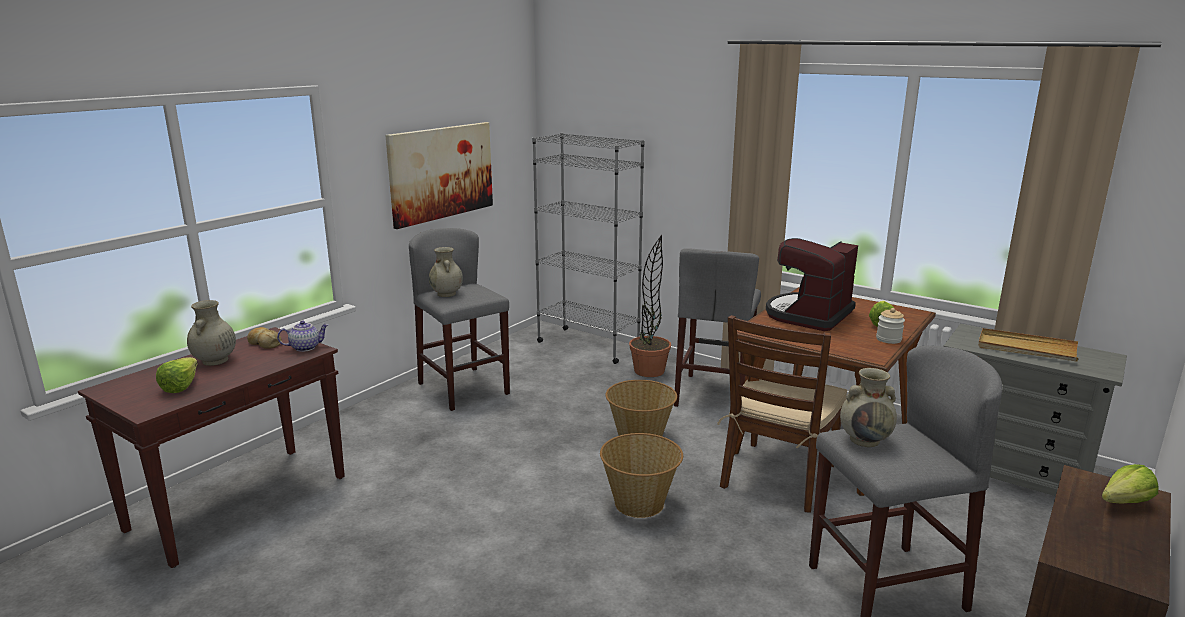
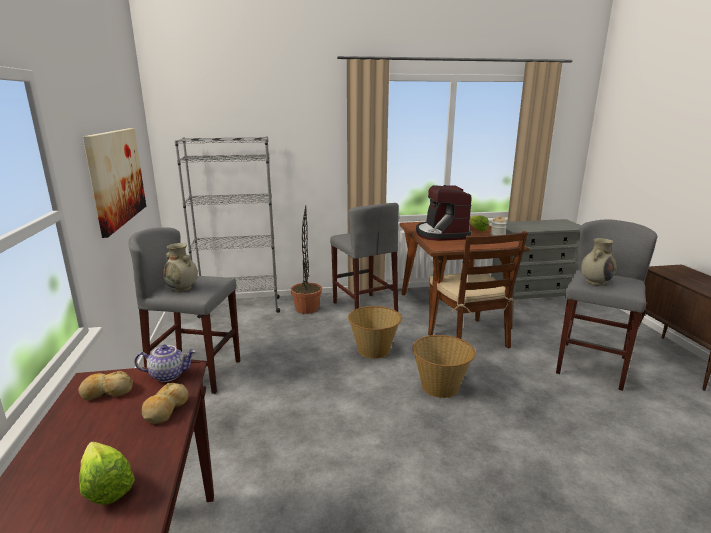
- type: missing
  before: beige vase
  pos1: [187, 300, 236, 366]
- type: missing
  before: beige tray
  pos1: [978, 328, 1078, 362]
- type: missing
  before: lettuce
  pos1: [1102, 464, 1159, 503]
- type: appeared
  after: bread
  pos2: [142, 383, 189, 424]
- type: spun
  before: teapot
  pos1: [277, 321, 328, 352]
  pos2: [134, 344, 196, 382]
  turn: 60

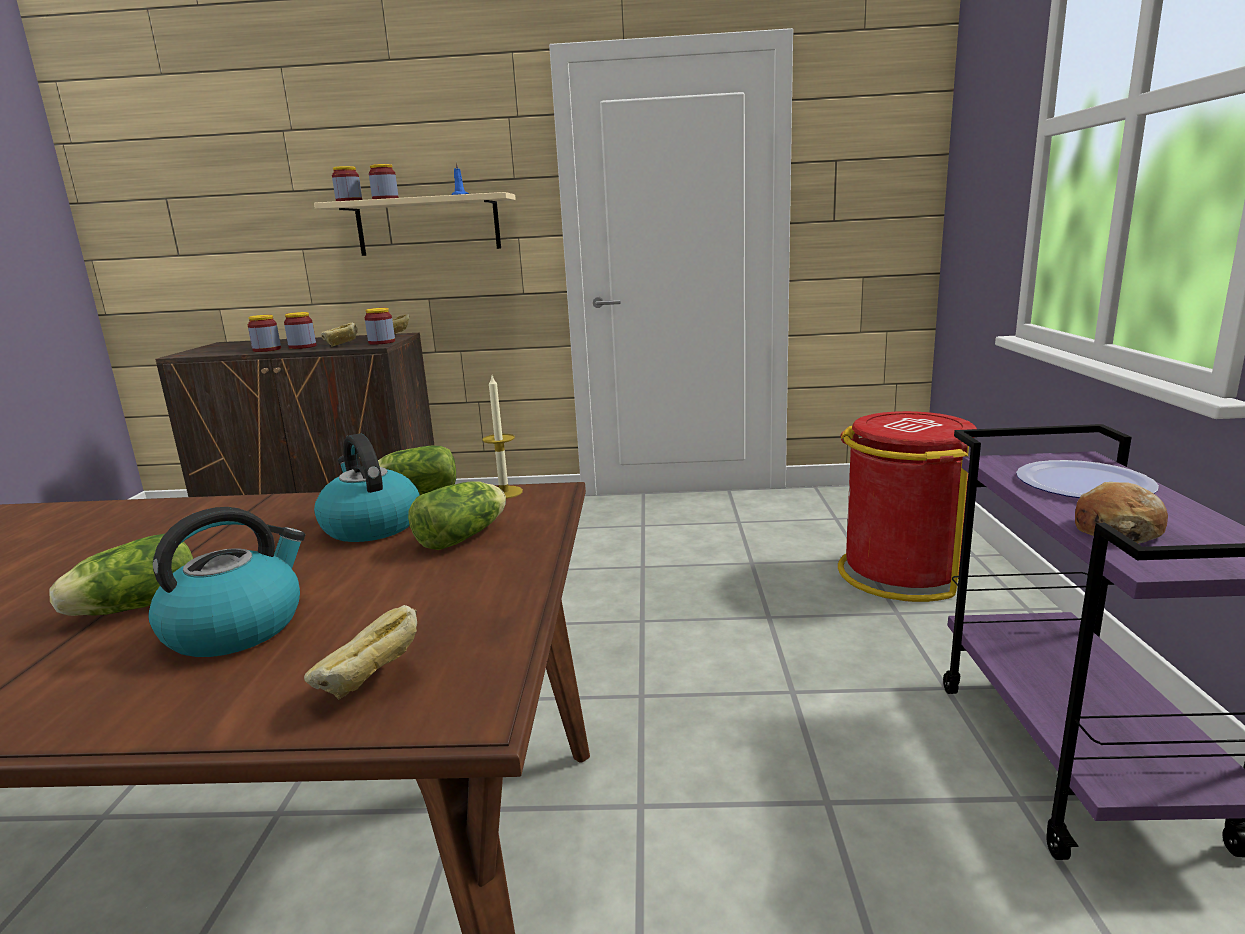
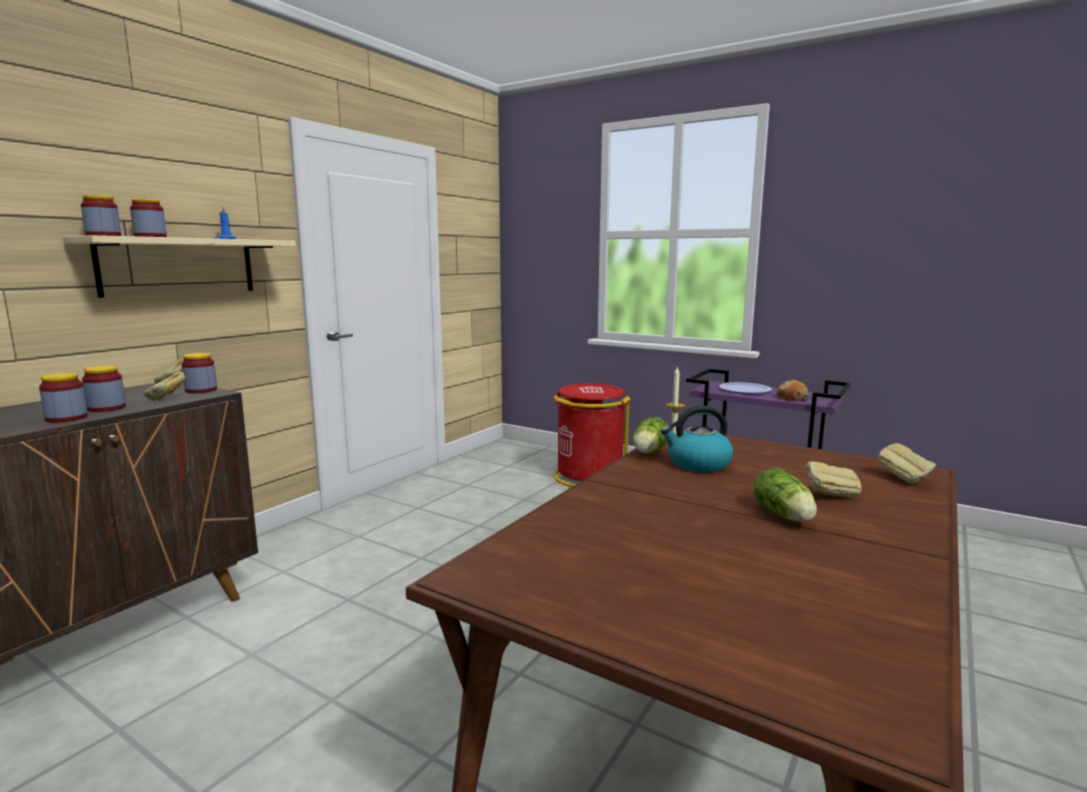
- type: missing
  before: lettuce
  pos1: [408, 481, 506, 550]
- type: exchanged
  before: kettle
  after: bread
  pos1: [148, 507, 305, 657]
  pos2: [806, 461, 862, 498]

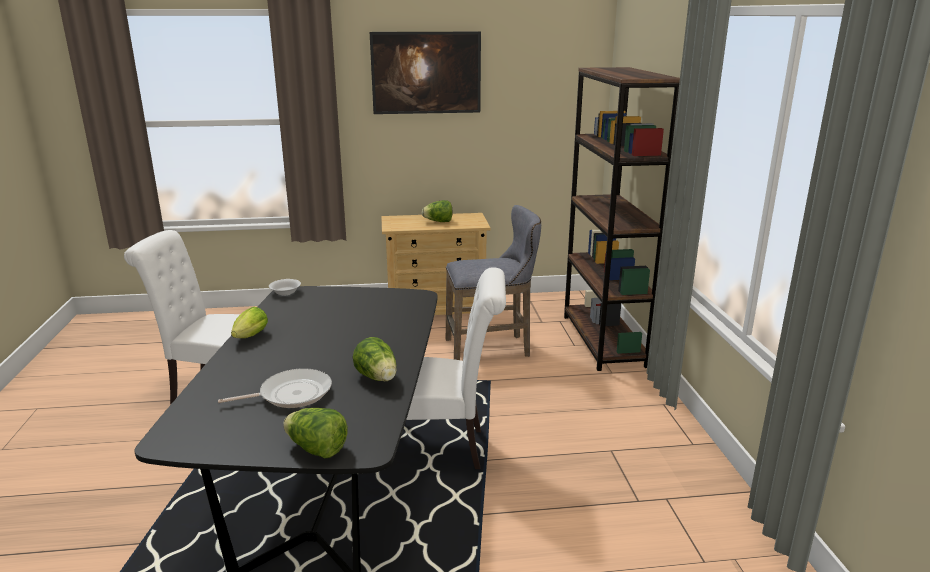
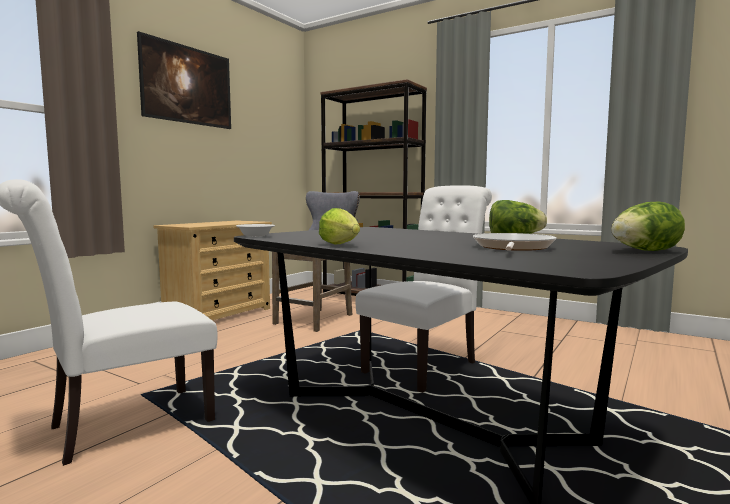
- type: missing
  before: lettuce
  pos1: [422, 200, 452, 222]

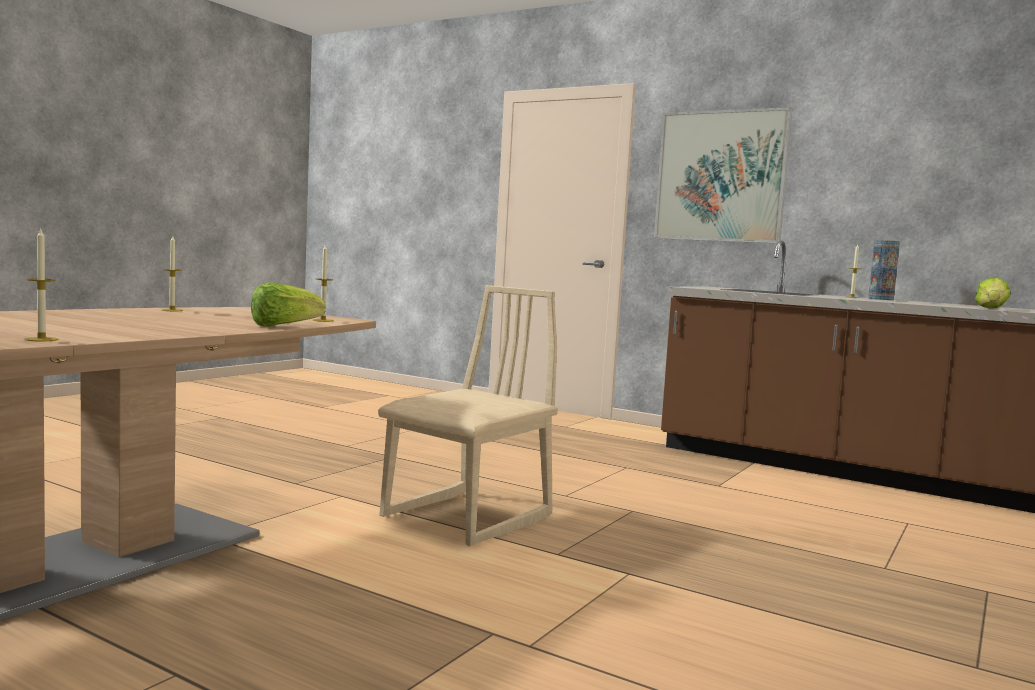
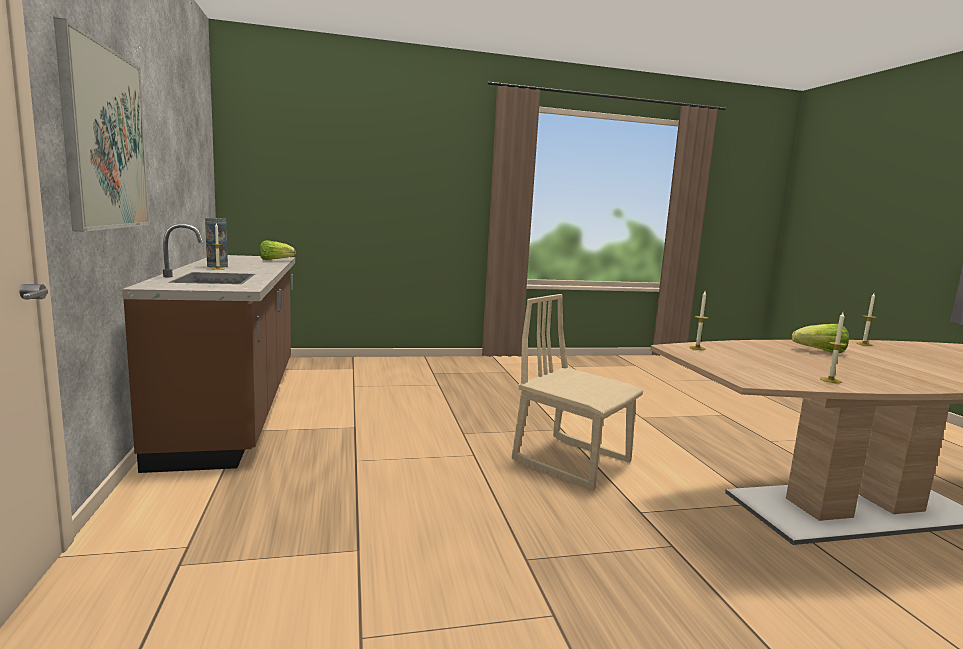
- type: relocated
  before: lettuce
  pos1: [251, 282, 326, 327]
  pos2: [792, 324, 849, 353]
- type: spun
  before: beige chair
  pos1: [378, 285, 558, 546]
  pos2: [512, 294, 643, 490]
  turn: 45

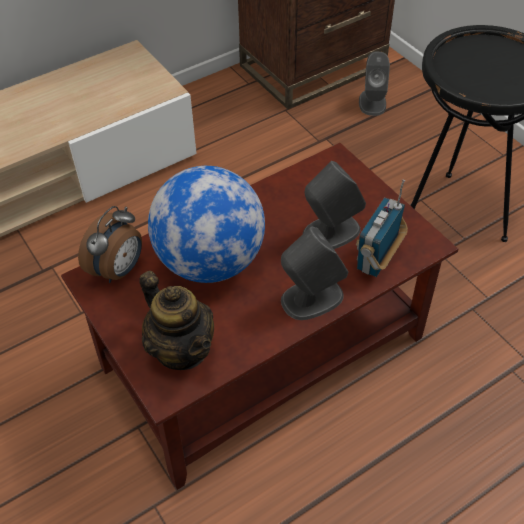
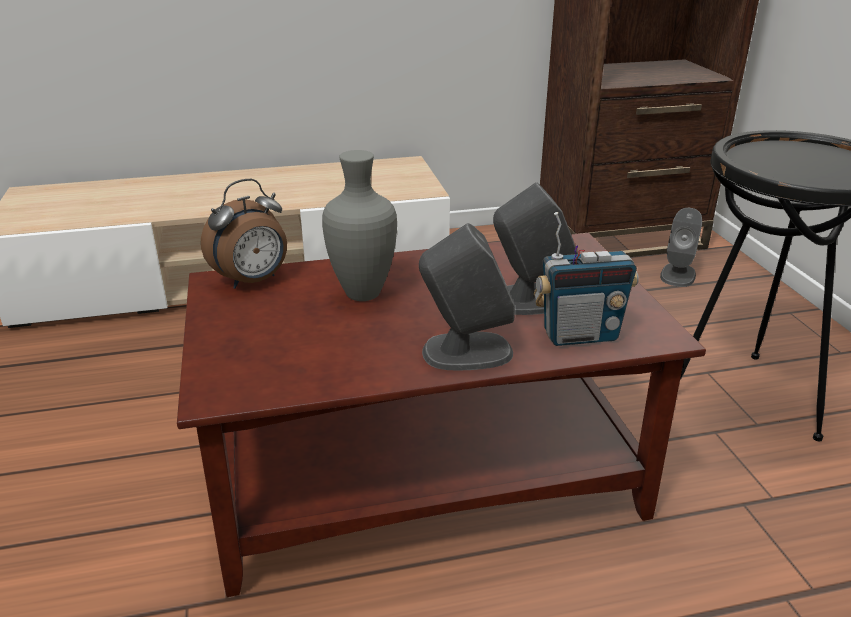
- type: missing
  before: teapot
  pos1: [140, 271, 214, 370]
- type: exchanged
  before: globe
  after: grey vase
  pos1: [148, 166, 265, 283]
  pos2: [322, 150, 397, 301]
- type: spun
  before: radio
  pos1: [356, 180, 408, 277]
  pos2: [534, 212, 639, 346]
  turn: -150

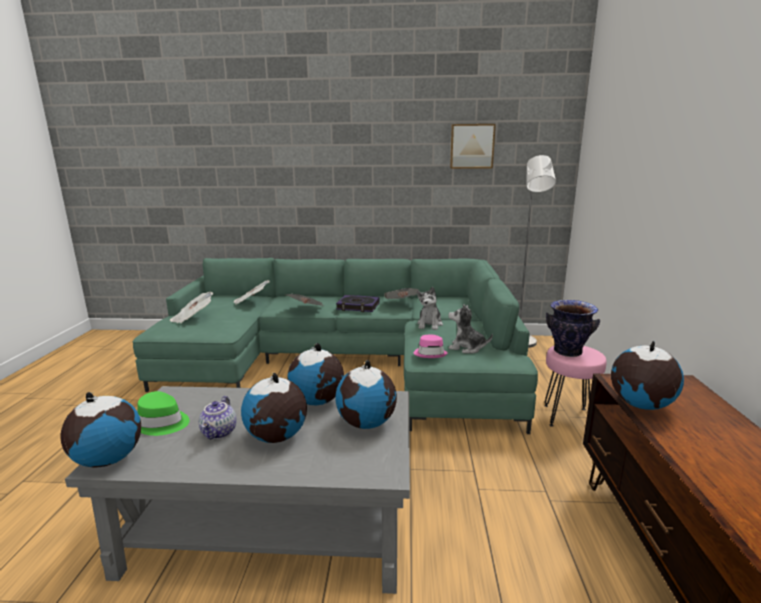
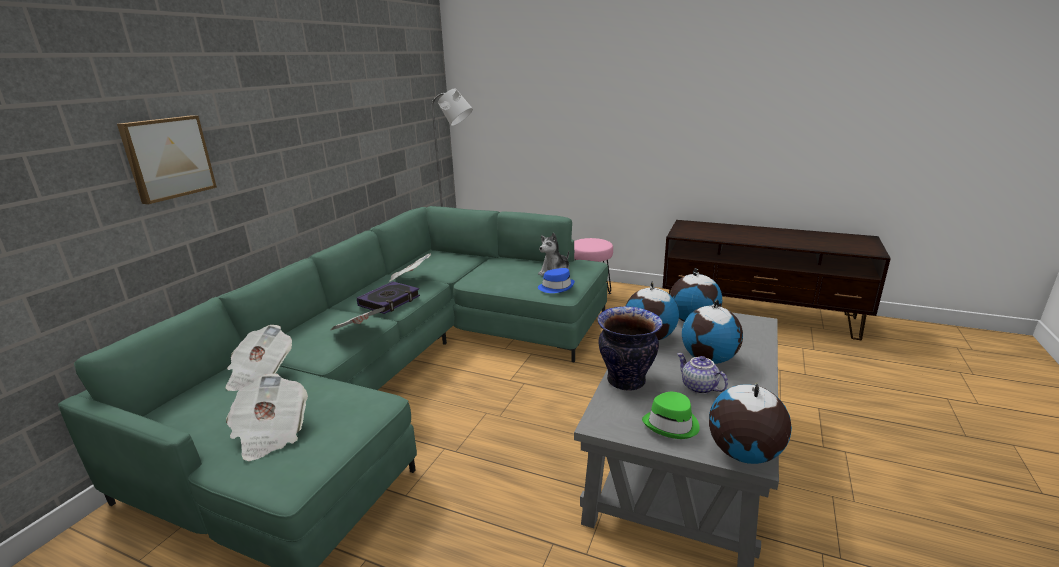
- type: missing
  before: plush toy
  pos1: [417, 287, 443, 330]
- type: missing
  before: globe
  pos1: [611, 341, 684, 410]
- type: relocated
  before: picture
  pos1: [450, 124, 496, 169]
  pos2: [117, 115, 217, 204]
- type: relocated
  before: vase
  pos1: [546, 300, 600, 357]
  pos2: [597, 306, 663, 390]
- type: colour
  before: pink hat
  after: blue hat
  pos1: [414, 335, 448, 358]
  pos2: [538, 268, 575, 293]
- type: spun
  before: teapot
  pos1: [199, 396, 237, 440]
  pos2: [677, 353, 728, 394]
  turn: -150

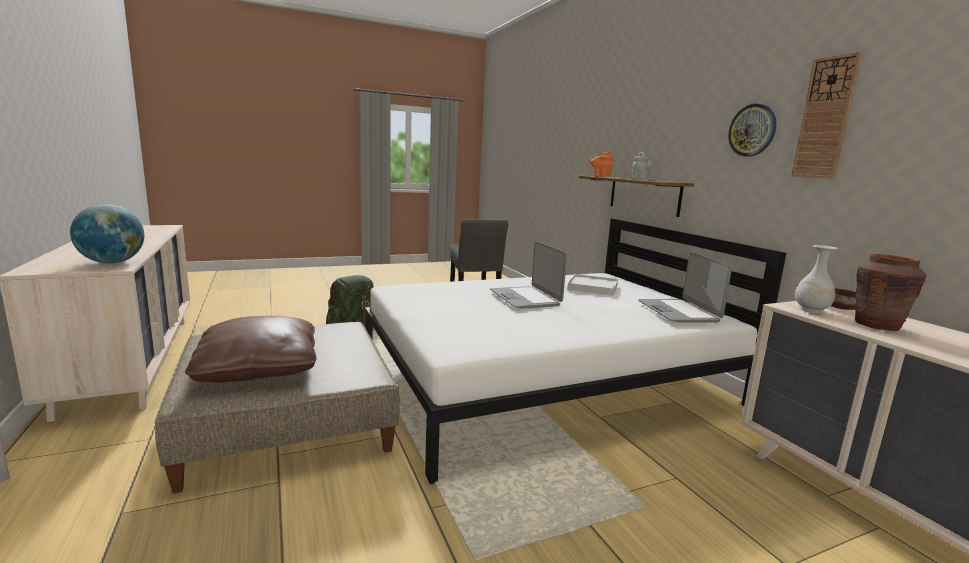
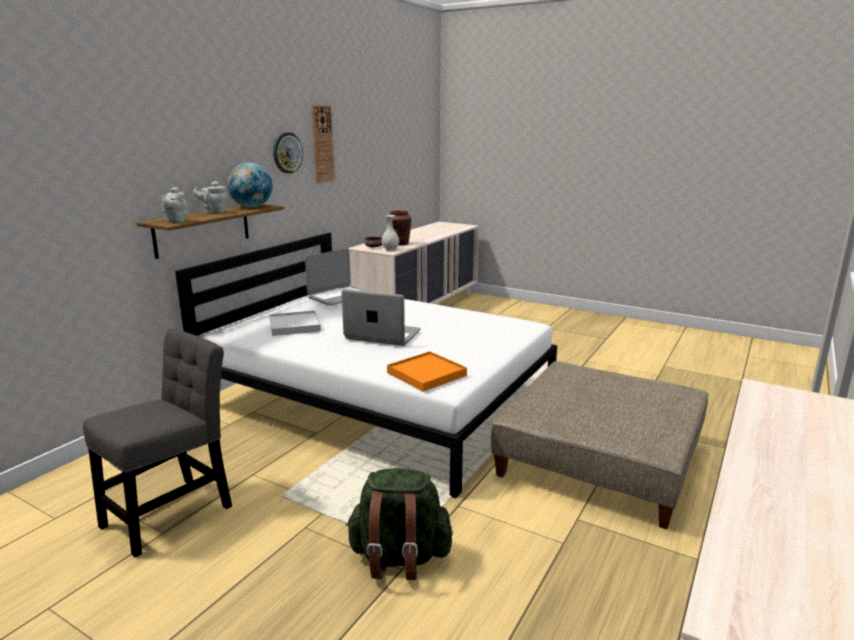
- type: missing
  before: brown pillow
  pos1: [185, 316, 317, 383]
- type: appeared
  after: orange tray
  pos2: [387, 351, 467, 392]
- type: relocated
  before: globe
  pos1: [70, 204, 144, 263]
  pos2: [227, 163, 273, 207]
- type: colour
  before: orange teapot
  after: grey teapot
  pos1: [589, 151, 613, 177]
  pos2: [161, 187, 187, 223]
- type: spun
  before: laptop
  pos1: [490, 241, 567, 308]
  pos2: [341, 289, 421, 346]
  turn: -105

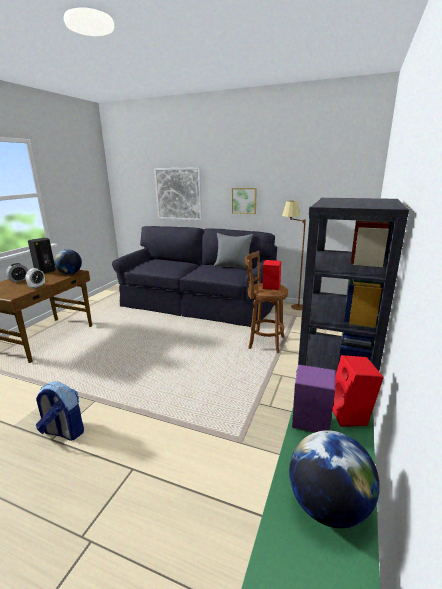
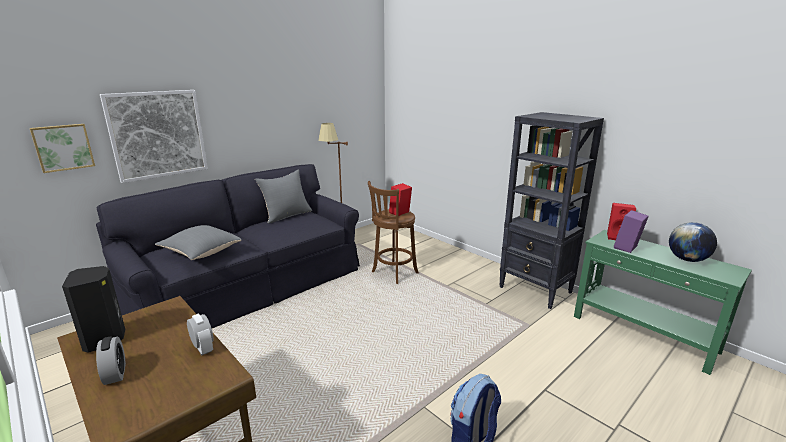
- type: missing
  before: globe
  pos1: [54, 249, 82, 274]
- type: appeared
  after: grey pillow
  pos2: [155, 225, 242, 260]
- type: relocated
  before: picture
  pos1: [232, 188, 257, 214]
  pos2: [30, 124, 95, 173]

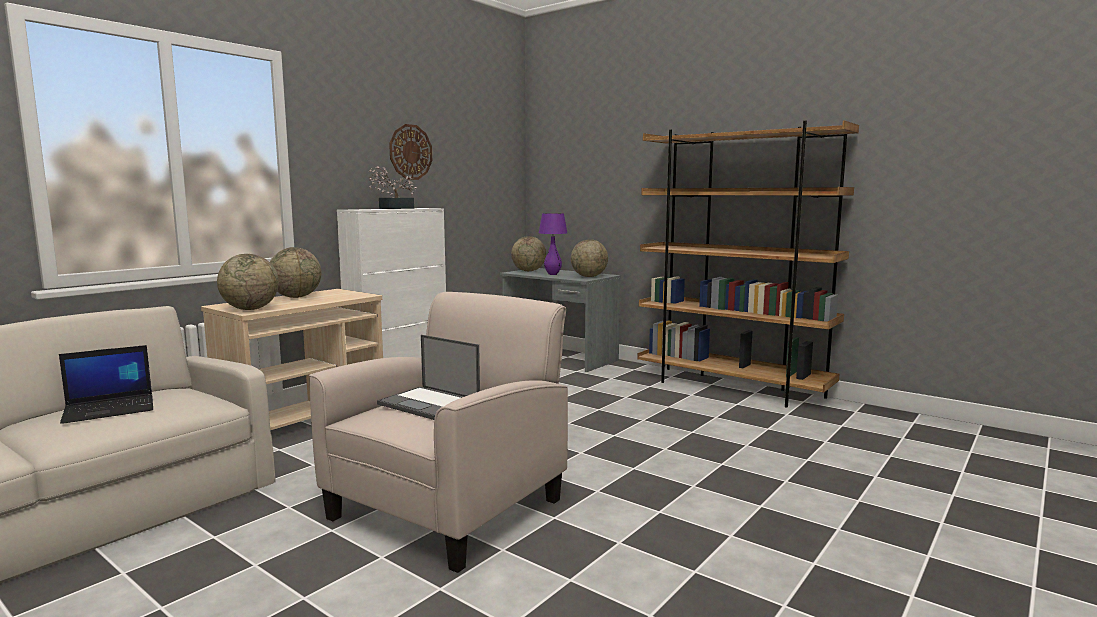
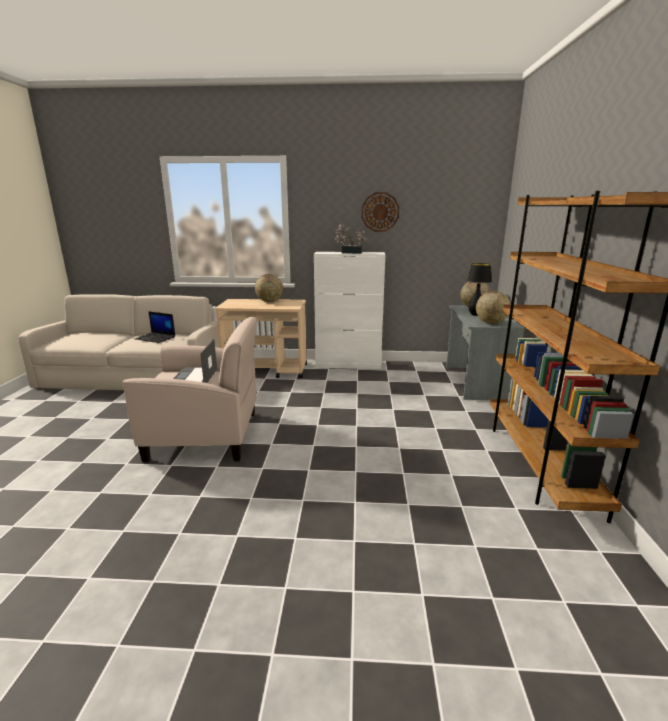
- type: missing
  before: globe
  pos1: [217, 254, 279, 310]
- type: colour
  before: purple table lamp
  after: black table lamp
  pos1: [539, 213, 567, 275]
  pos2: [467, 263, 492, 316]

